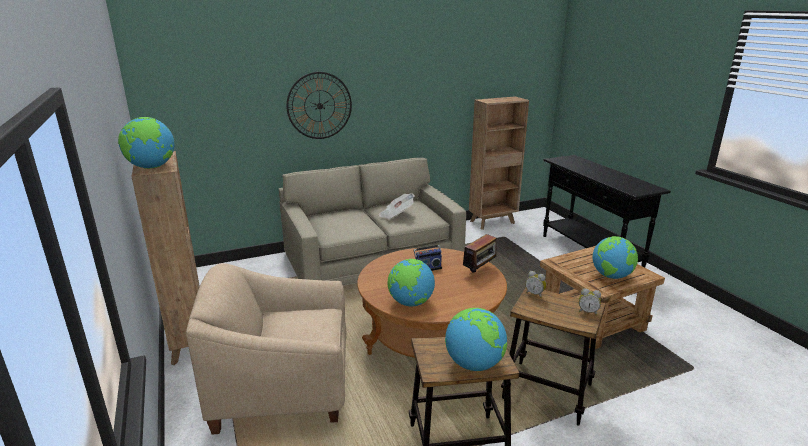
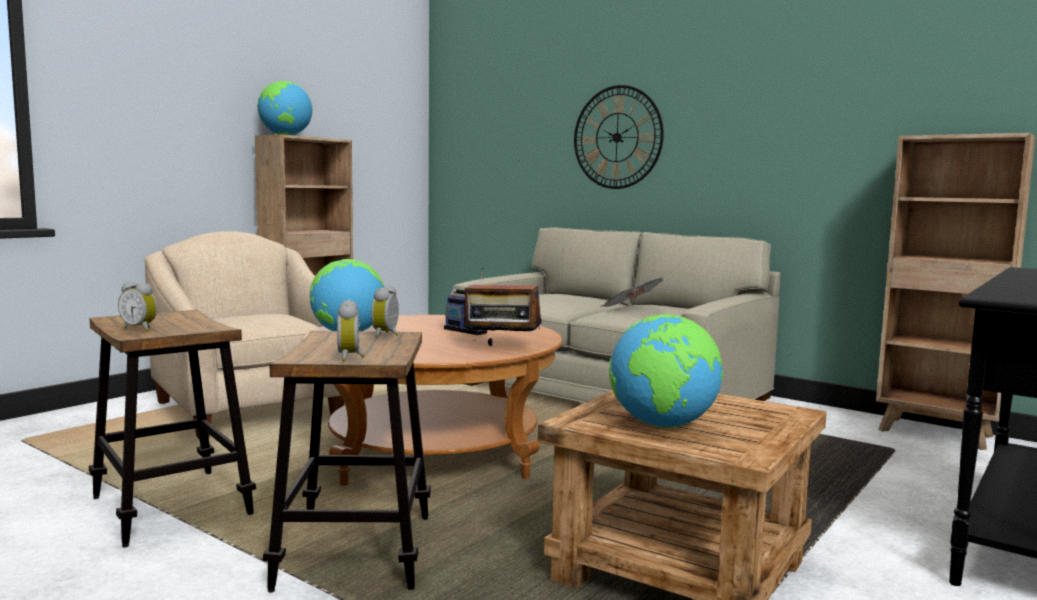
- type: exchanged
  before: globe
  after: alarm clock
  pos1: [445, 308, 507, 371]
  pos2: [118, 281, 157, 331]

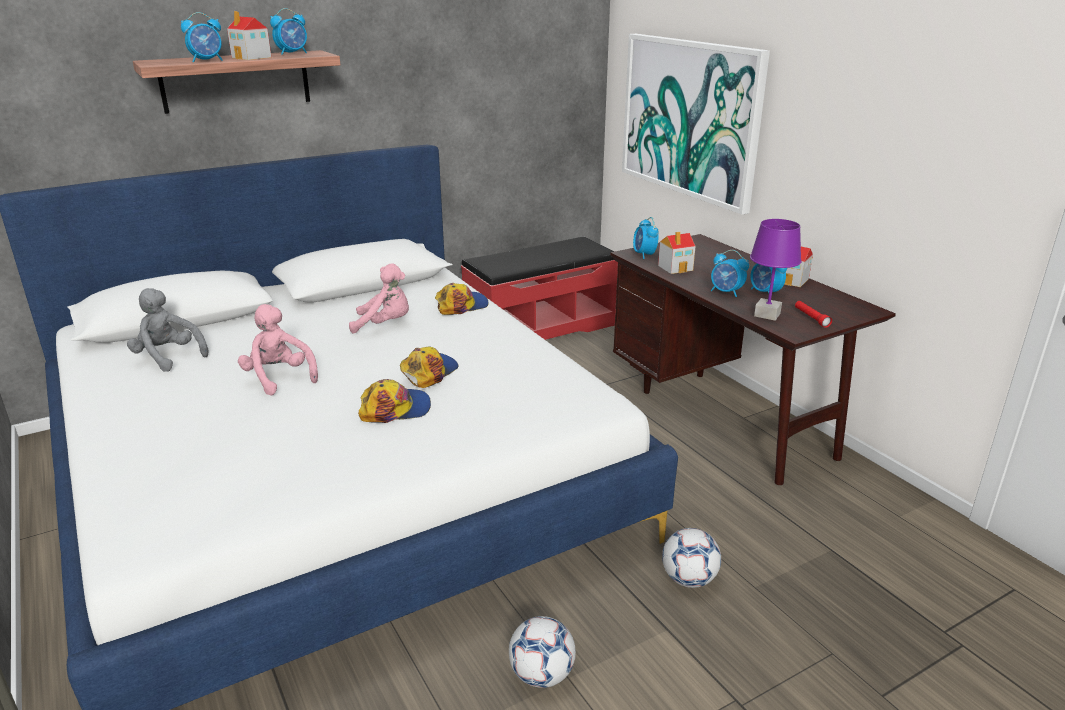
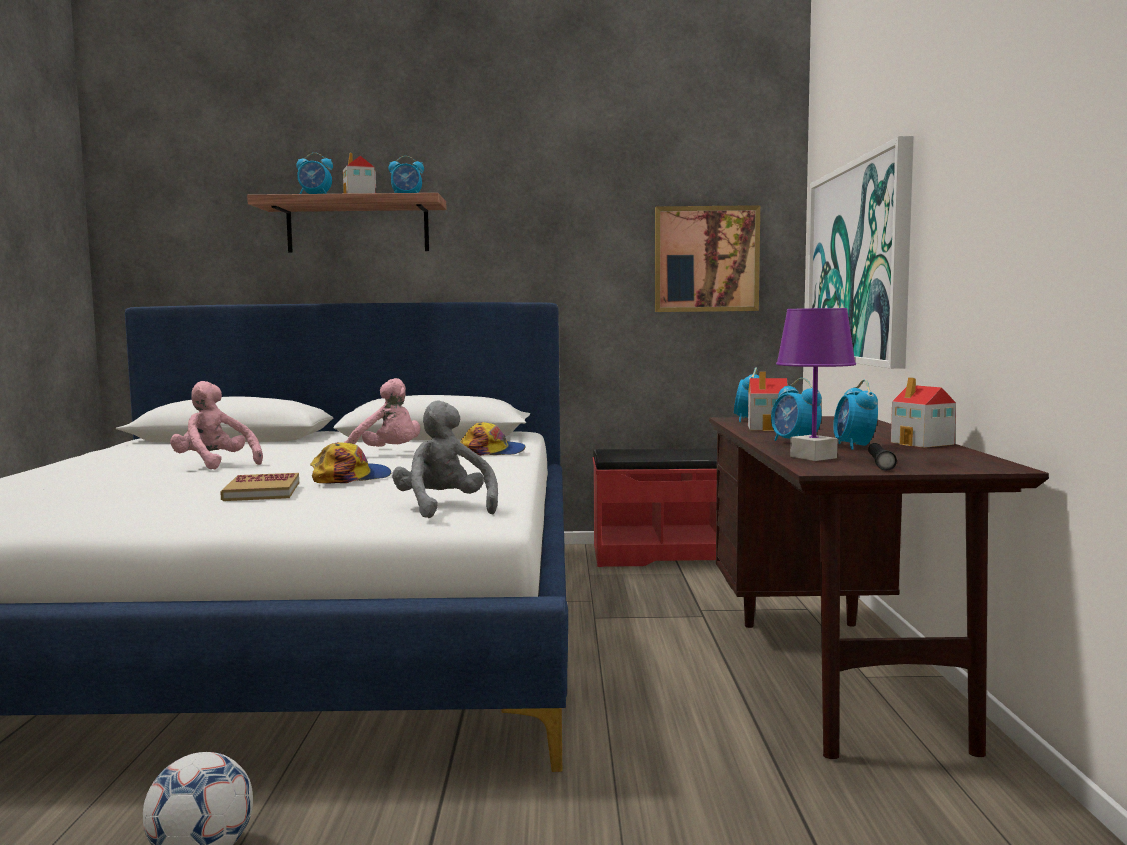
- type: missing
  before: football
  pos1: [662, 528, 721, 588]
- type: appeared
  after: picture
  pos2: [655, 205, 760, 312]
- type: relocated
  before: grey plush toy
  pos1: [127, 288, 209, 372]
  pos2: [392, 400, 498, 518]
- type: exchanged
  before: cap
  after: book
  pos1: [358, 379, 431, 423]
  pos2: [220, 473, 299, 501]
- type: colour
  before: red flashlight
  after: black flashlight
  pos1: [795, 301, 832, 328]
  pos2: [868, 443, 897, 471]
- type: spun
  before: pink plush toy
  pos1: [238, 304, 318, 396]
  pos2: [170, 381, 263, 470]
  turn: -45

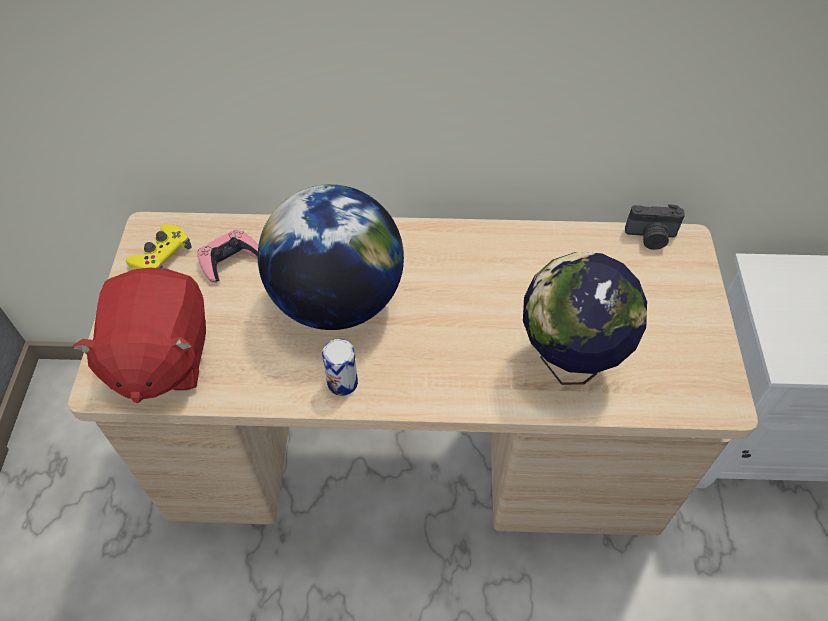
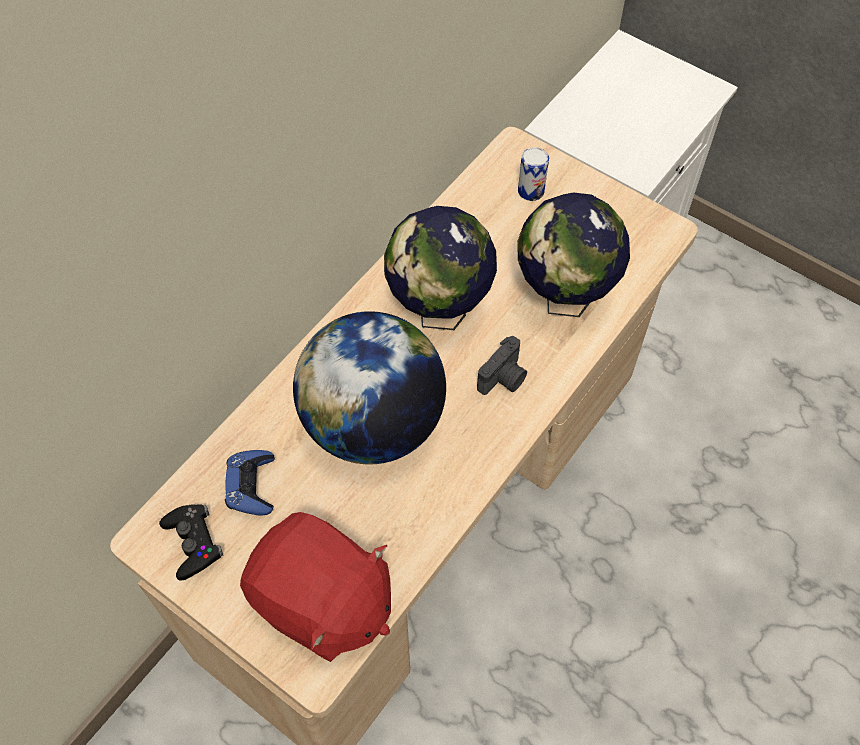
- type: appeared
  after: globe
  pos2: [384, 206, 497, 330]
- type: relocated
  before: can
  pos1: [322, 339, 358, 396]
  pos2: [518, 147, 549, 201]
- type: relocated
  before: photo camera
  pos1: [625, 204, 685, 250]
  pos2: [477, 336, 527, 395]
- type: colour
  before: yellow game controller
  after: black game controller
  pos1: [126, 224, 191, 269]
  pos2: [159, 504, 223, 581]
- type: colour
  before: pink game controller
  after: blue game controller
  pos1: [198, 230, 259, 283]
  pos2: [225, 450, 275, 516]

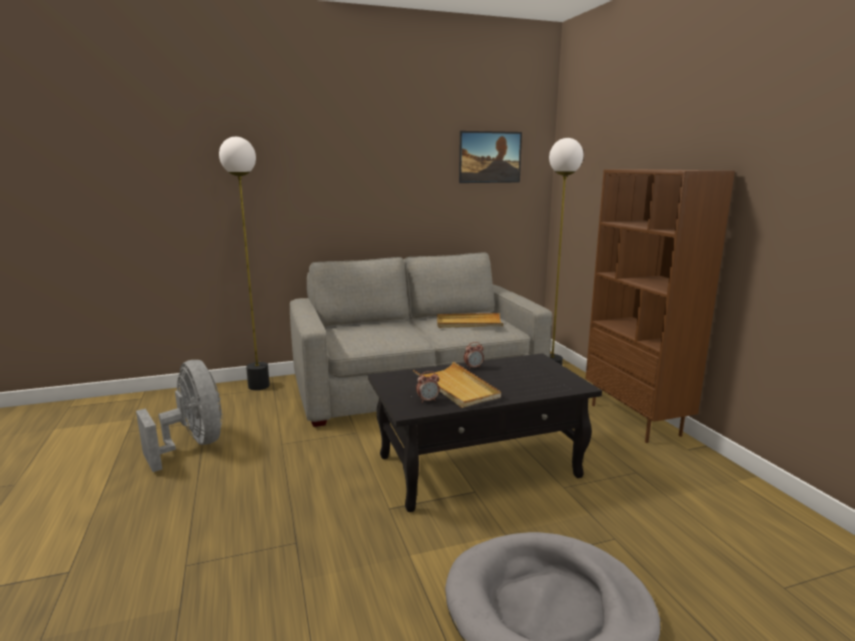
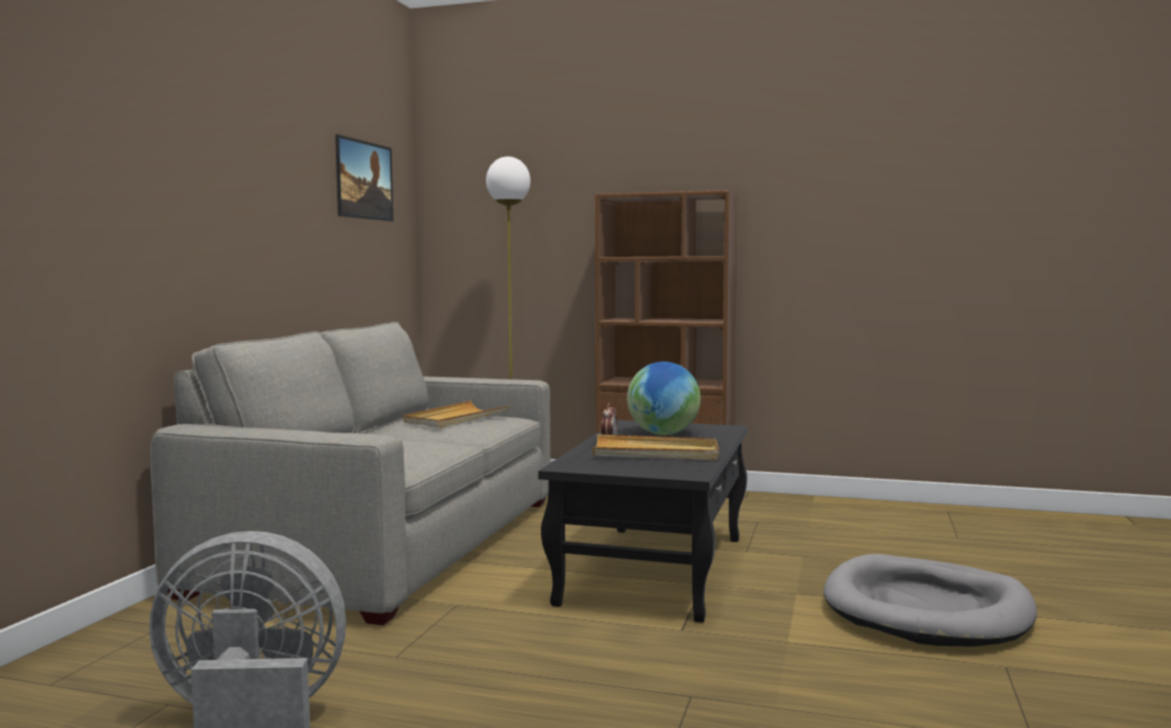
- type: missing
  before: floor lamp
  pos1: [219, 137, 270, 390]
- type: missing
  before: alarm clock
  pos1: [416, 371, 440, 403]
- type: appeared
  after: globe
  pos2: [627, 362, 701, 435]

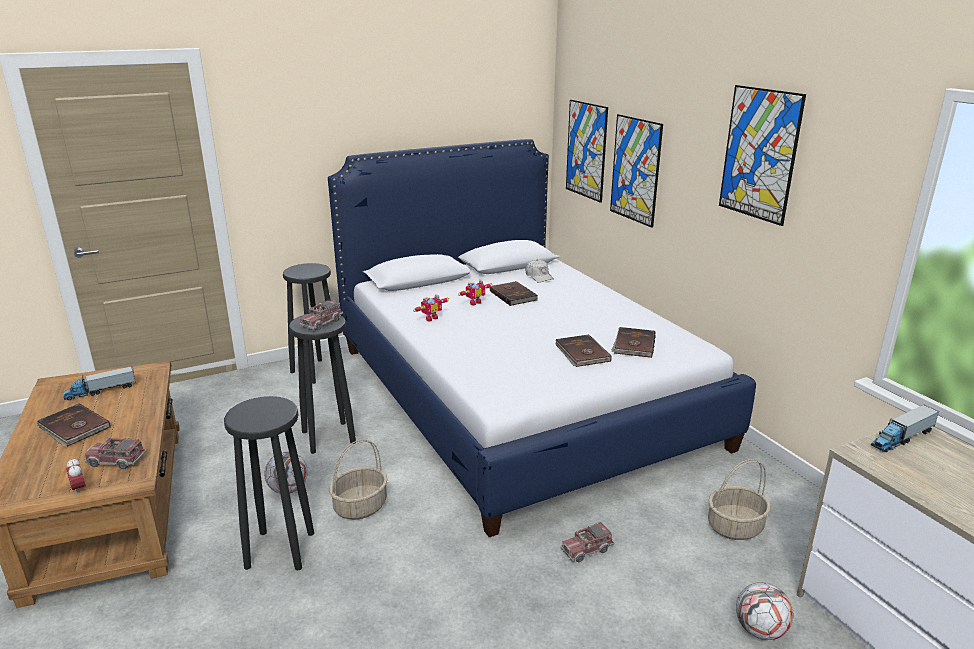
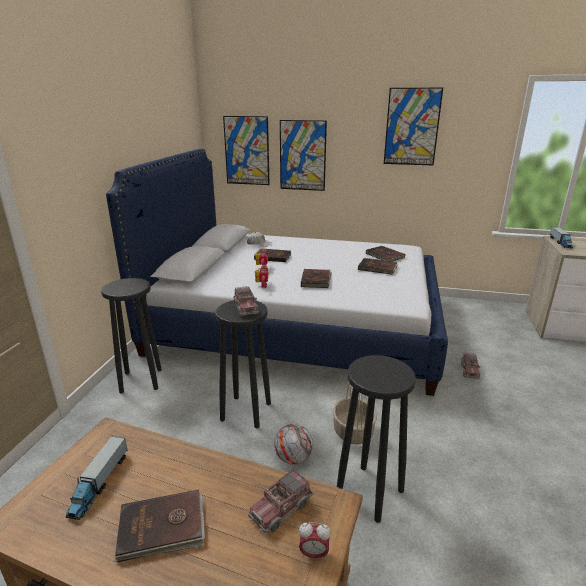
- type: missing
  before: basket
  pos1: [708, 459, 771, 540]
- type: missing
  before: football
  pos1: [736, 582, 793, 640]
- type: appeared
  after: brown book
  pos2: [301, 269, 332, 288]

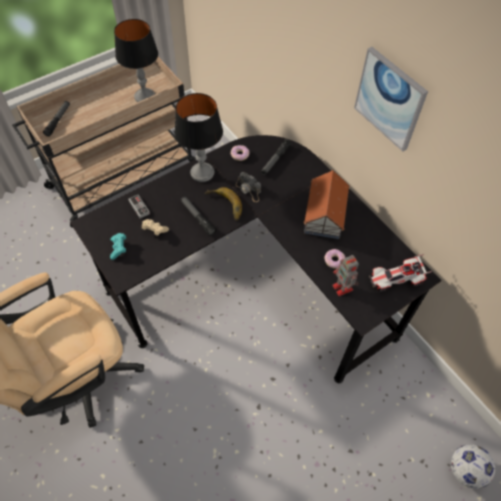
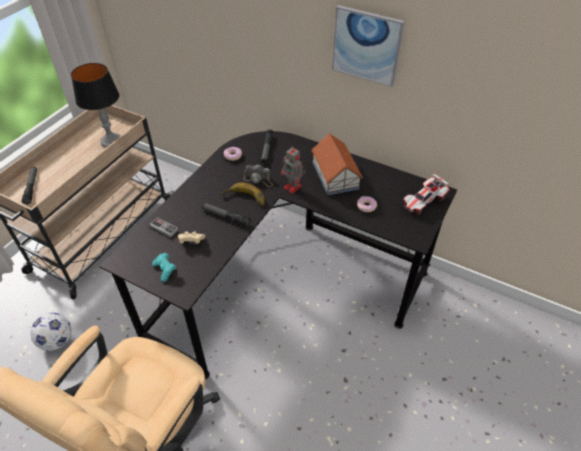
- type: missing
  before: table lamp
  pos1: [174, 93, 223, 182]
- type: relocated
  before: toy robot
  pos1: [332, 255, 359, 296]
  pos2: [281, 146, 305, 194]
- type: relocated
  before: football
  pos1: [451, 444, 495, 489]
  pos2: [30, 313, 72, 351]

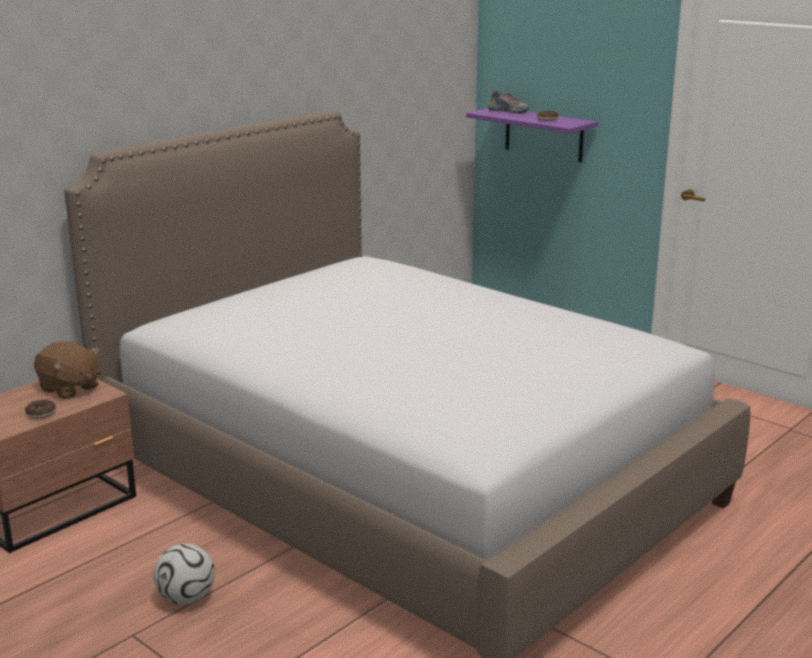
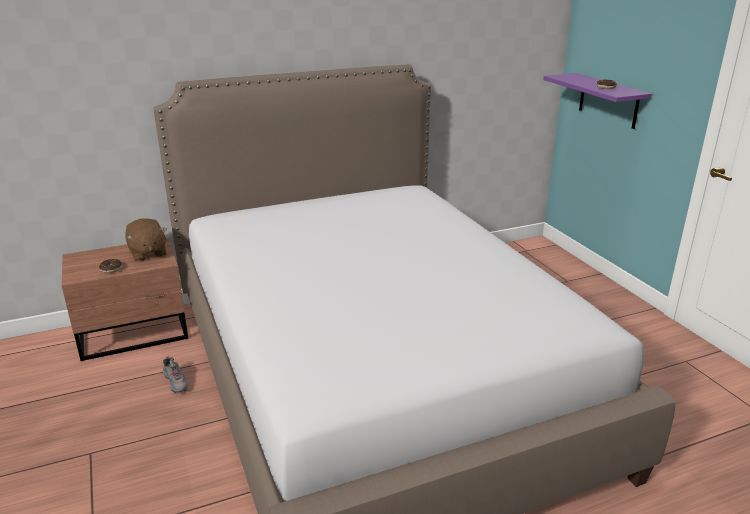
- type: missing
  before: football
  pos1: [154, 543, 215, 605]
- type: relocated
  before: shoe
  pos1: [487, 90, 529, 114]
  pos2: [163, 356, 189, 393]

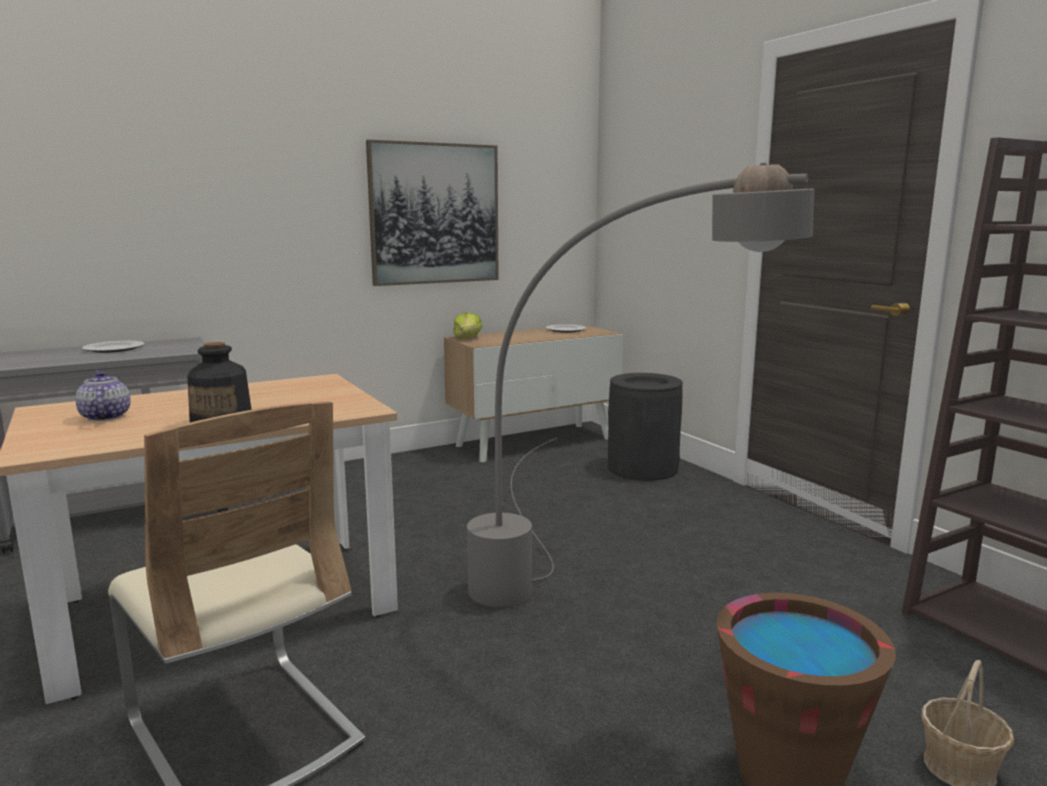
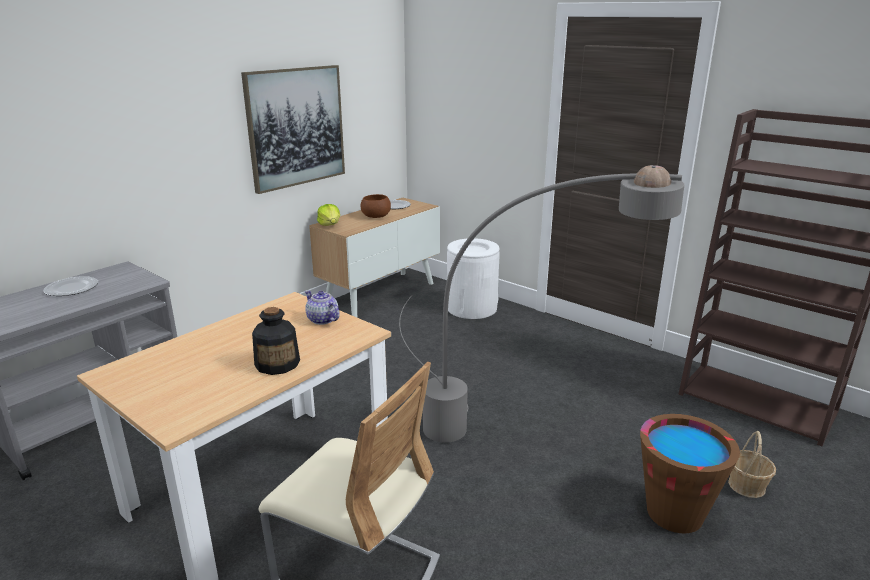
- type: appeared
  after: brown bowl
  pos2: [360, 194, 391, 218]
- type: relocated
  before: teapot
  pos1: [75, 371, 130, 421]
  pos2: [305, 290, 340, 325]
- type: colour
  before: black trash can
  after: white trash can
  pos1: [608, 373, 683, 481]
  pos2: [447, 238, 500, 319]

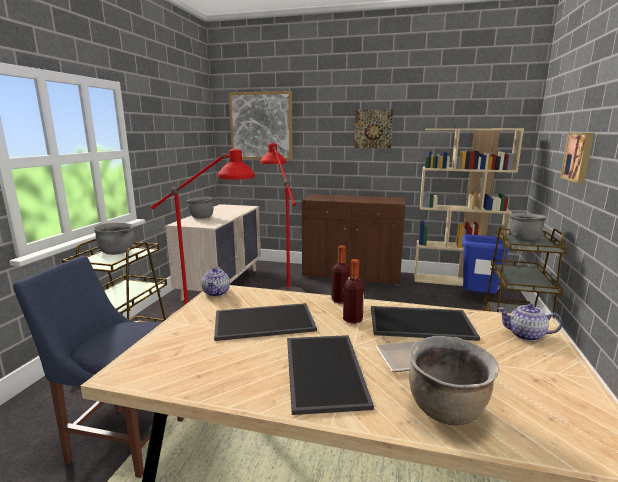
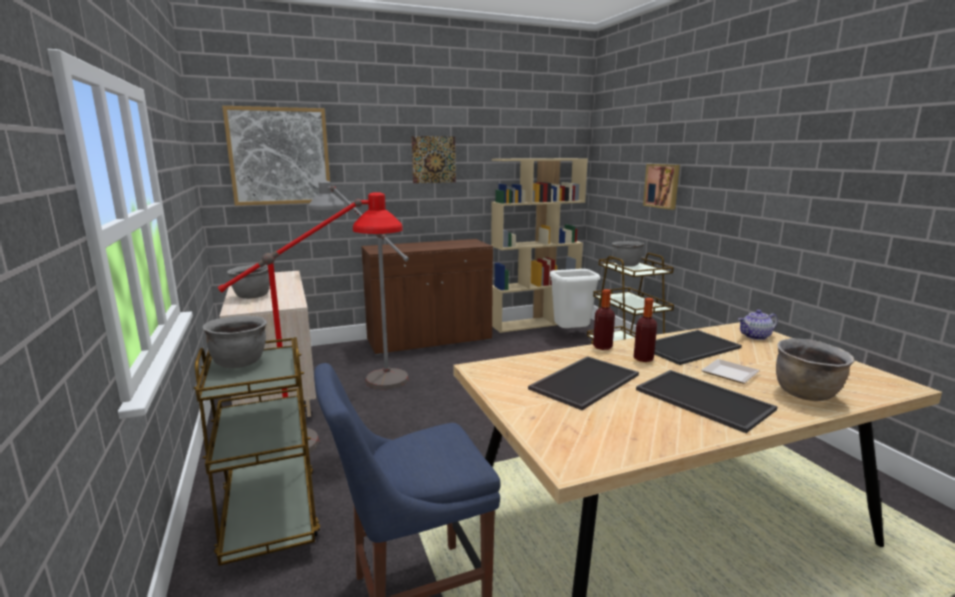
- type: missing
  before: teapot
  pos1: [201, 266, 230, 297]
- type: colour
  before: red floor lamp
  after: grey floor lamp
  pos1: [260, 143, 305, 293]
  pos2: [308, 181, 409, 389]
- type: colour
  before: blue trash can
  after: white trash can
  pos1: [462, 234, 510, 294]
  pos2: [549, 269, 600, 328]

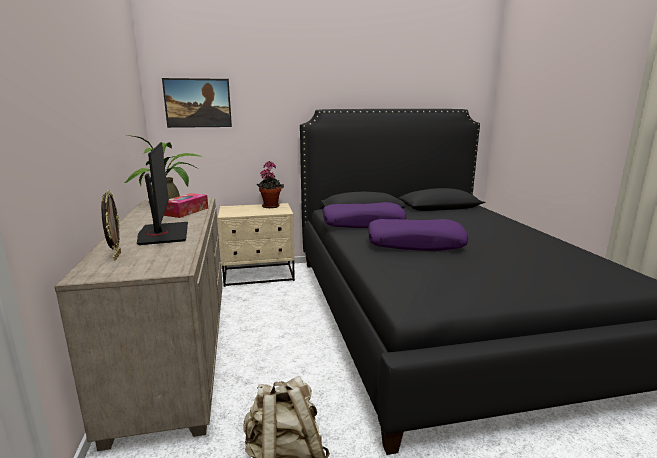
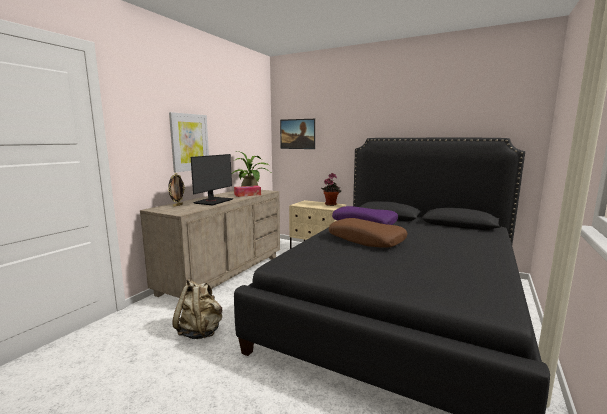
- type: appeared
  after: picture
  pos2: [169, 112, 209, 172]
- type: colour
  before: purple pillow
  after: brown pillow
  pos1: [368, 219, 468, 251]
  pos2: [329, 218, 407, 248]

